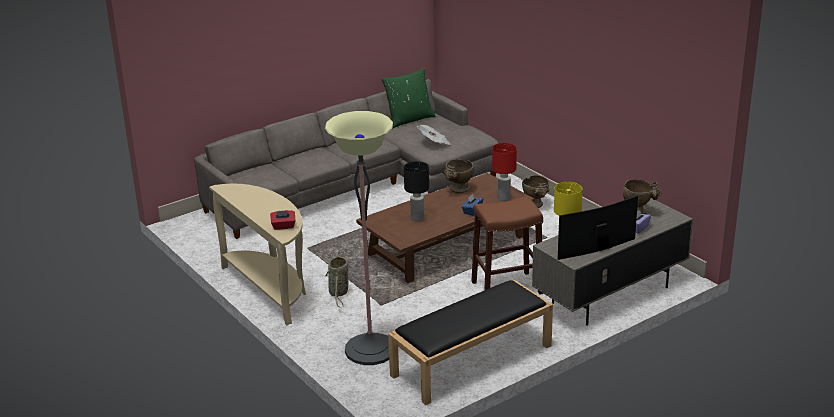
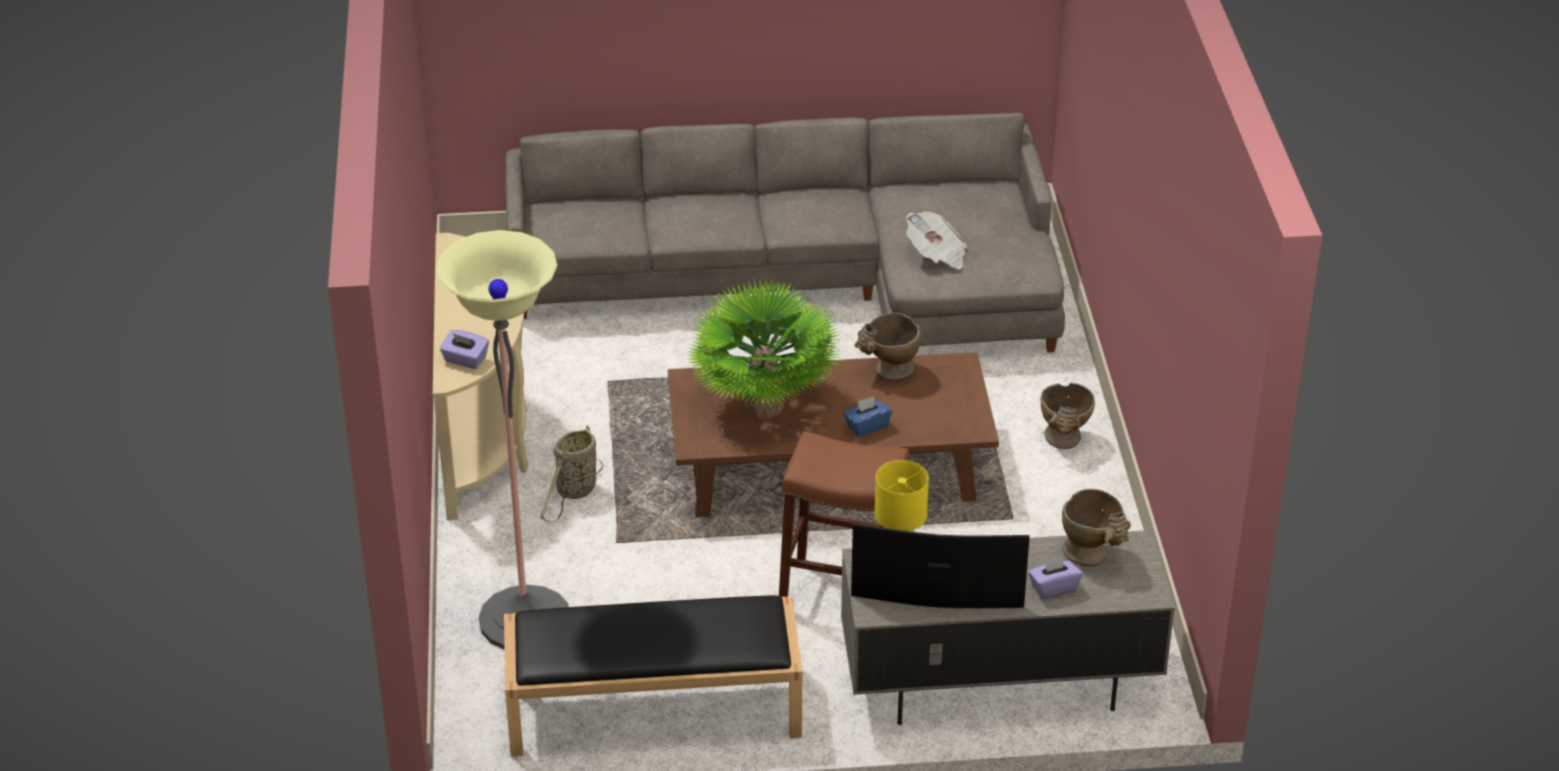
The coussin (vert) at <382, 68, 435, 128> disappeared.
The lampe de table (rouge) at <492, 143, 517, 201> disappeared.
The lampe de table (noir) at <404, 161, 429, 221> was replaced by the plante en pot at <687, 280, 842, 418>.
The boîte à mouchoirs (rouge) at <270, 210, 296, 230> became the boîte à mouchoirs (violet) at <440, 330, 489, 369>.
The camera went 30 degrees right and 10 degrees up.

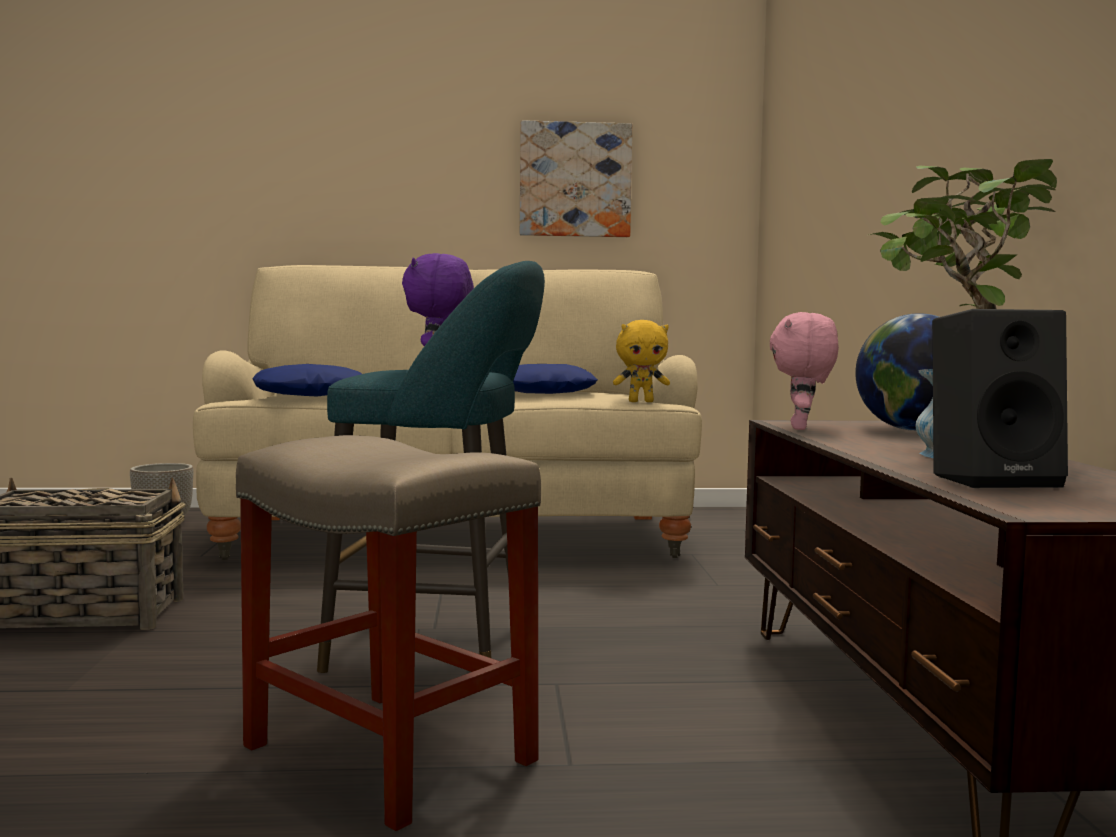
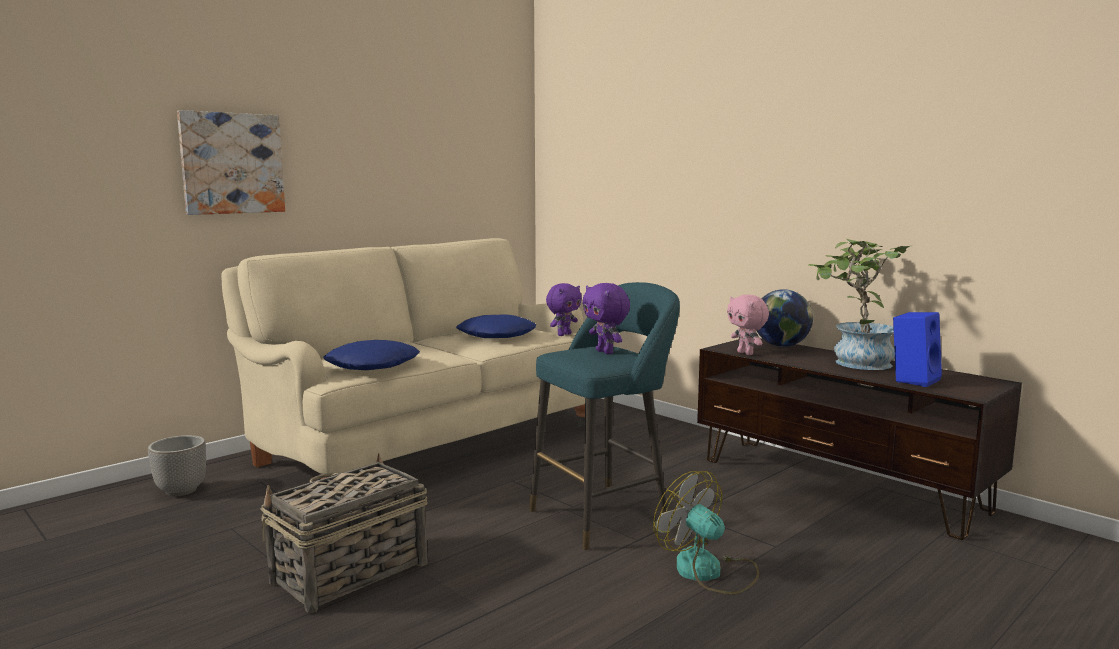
The tableau moved from <520, 120, 632, 237> to <177, 110, 285, 215>.
The tabouret (beige) at <236, 435, 541, 831> was replaced by the ventilateur at <653, 471, 759, 594>.
The peluche (jaune) at <613, 320, 670, 402> became the peluche (violet) at <546, 283, 582, 336>.
The enceinte (noir) at <932, 309, 1068, 488> became the enceinte (bleu) at <893, 312, 942, 387>.
The camera went 40 degrees left and 5 degrees up.

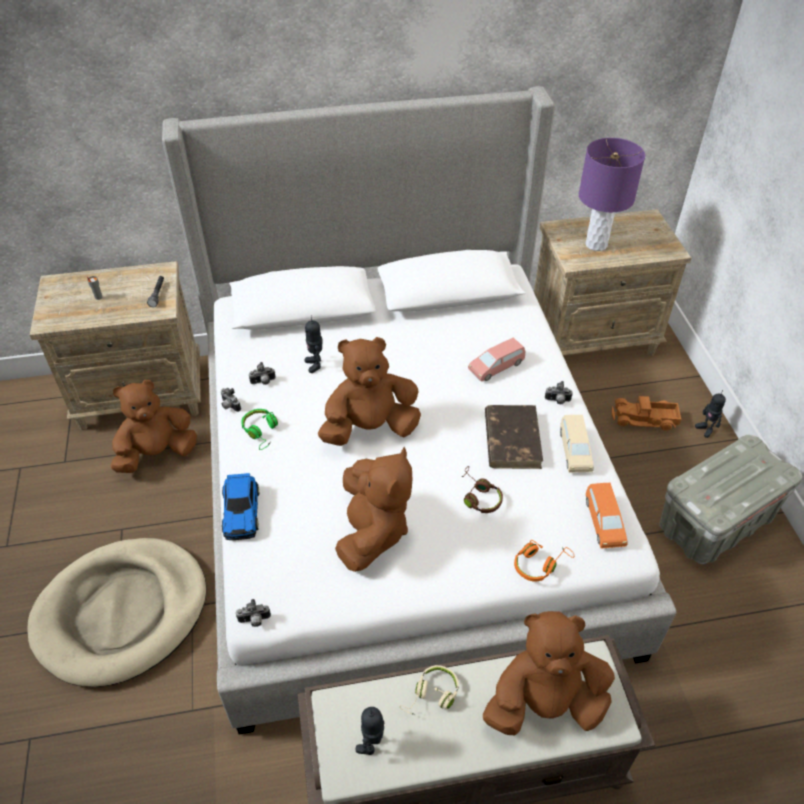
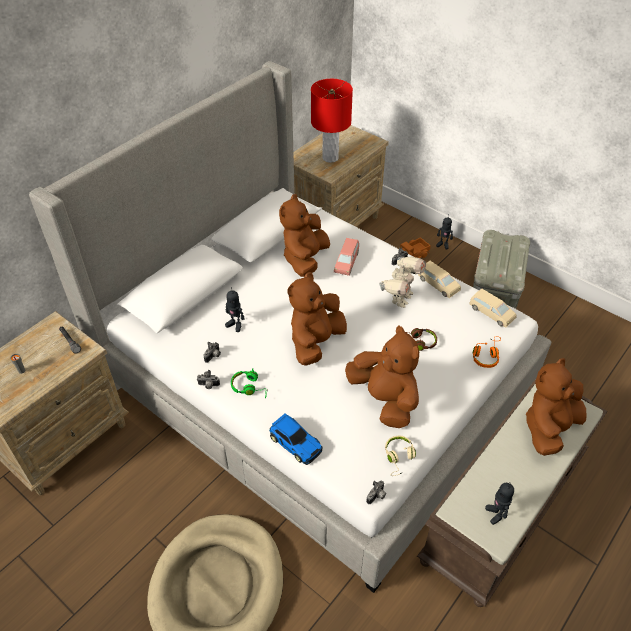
The peluche (marron) moved from <110, 380, 197, 473> to <279, 194, 330, 277>.
The casque audio (beige) moved from <399, 665, 459, 715> to <385, 436, 416, 476>.
The livre (marron) at <485, 405, 543, 469> was replaced by the robot jouet at <379, 257, 426, 308>.
The lampe de table (violet) at <579, 138, 645, 251> became the lampe de table (rouge) at <311, 79, 353, 163>.
The petite voiture (orange) at <586, 483, 628, 549> became the petite voiture (beige) at <469, 289, 517, 328>.
The camera went 40 degrees left and 0 degrees up.

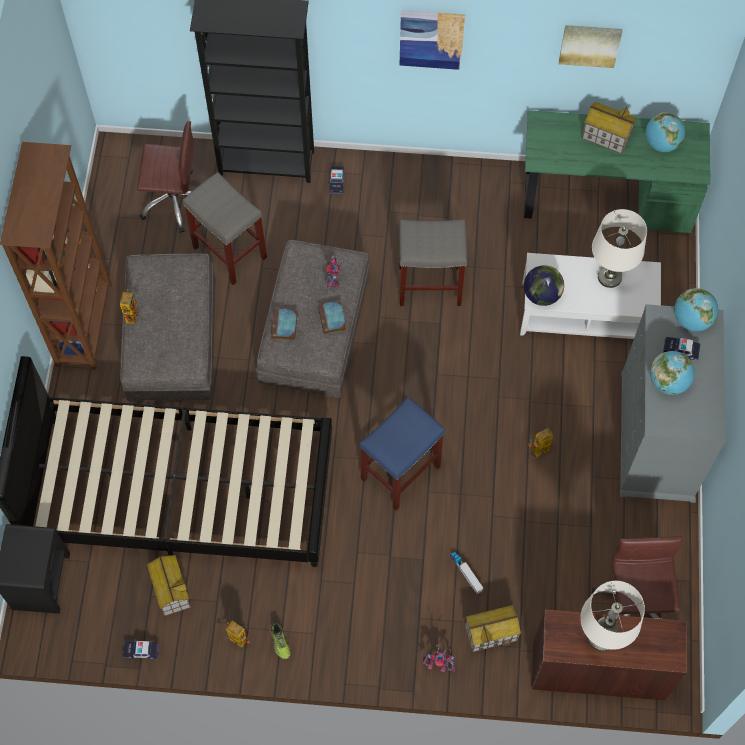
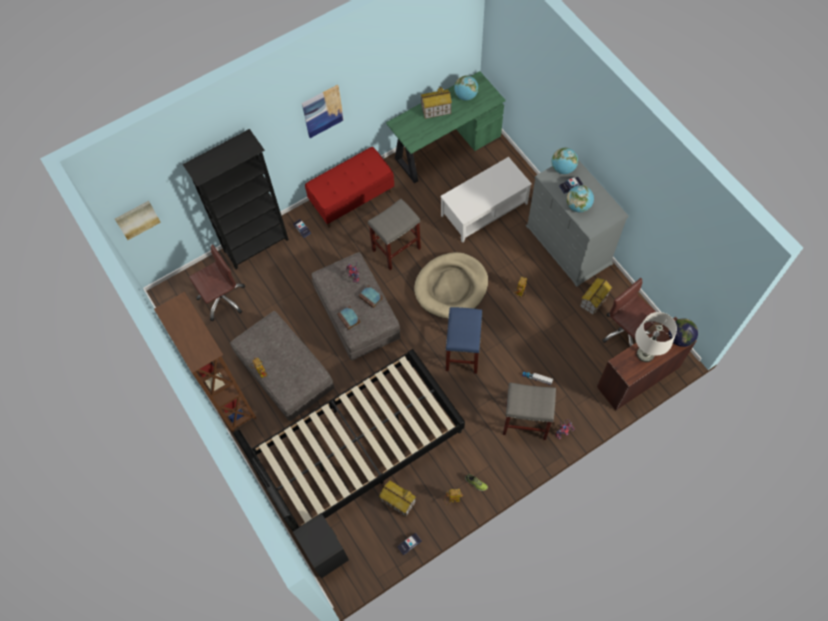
The lampe de table (blanc) at <592, 209, 647, 288> disappeared.
The banc (rouge) at <305, 147, 394, 228> appeared.
The panier pour chien (beige) at <414, 252, 488, 319> appeared.
The tabouret (gris) moved from <183, 172, 267, 285> to <503, 383, 556, 440>.
The maison miniature moved from <465, 605, 521, 652> to <580, 278, 612, 315>.
The globe moved from <524, 265, 564, 306> to <669, 318, 698, 347>.
The tableau moved from <559, 25, 622, 68> to <115, 201, 161, 240>.
The camera went 35 degrees left and 0 degrees up.

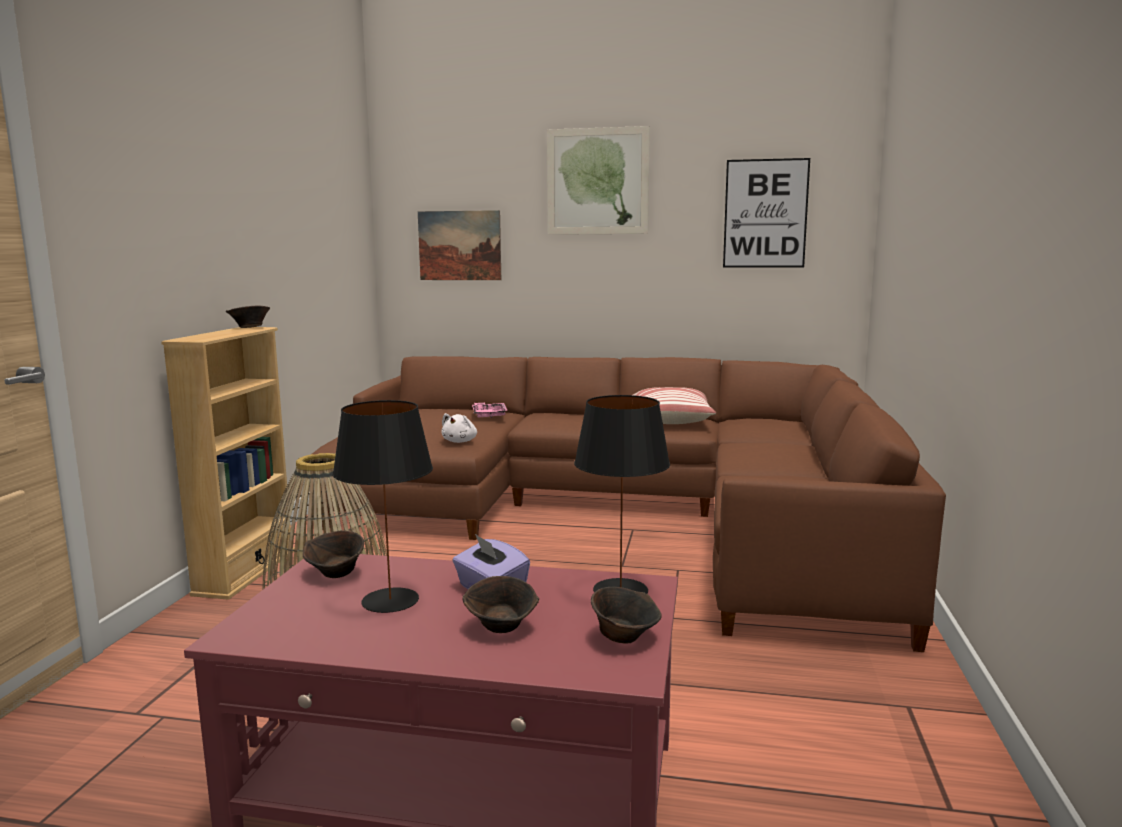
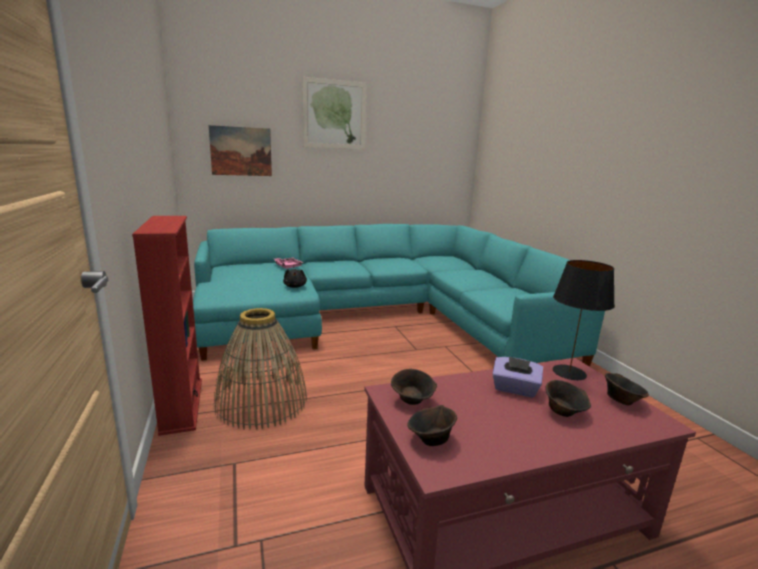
The lampe de table (noir) at <332, 400, 433, 613> disappeared.
The coussin at <633, 387, 716, 424> disappeared.
The tableau at <723, 158, 810, 267> disappeared.
The bol (marron) moved from <226, 305, 270, 328> to <407, 405, 457, 446>.
The bibliothèque (beige) at <161, 327, 295, 600> became the bibliothèque (rouge) at <132, 216, 202, 436>.
The canapé (marron) at <312, 356, 946, 652> became the canapé (turquoise) at <193, 224, 605, 367>.
The peluche (blanc) at <441, 413, 477, 443> became the peluche (noir) at <283, 269, 307, 288>.
The camera went 30 degrees left and 5 degrees up.

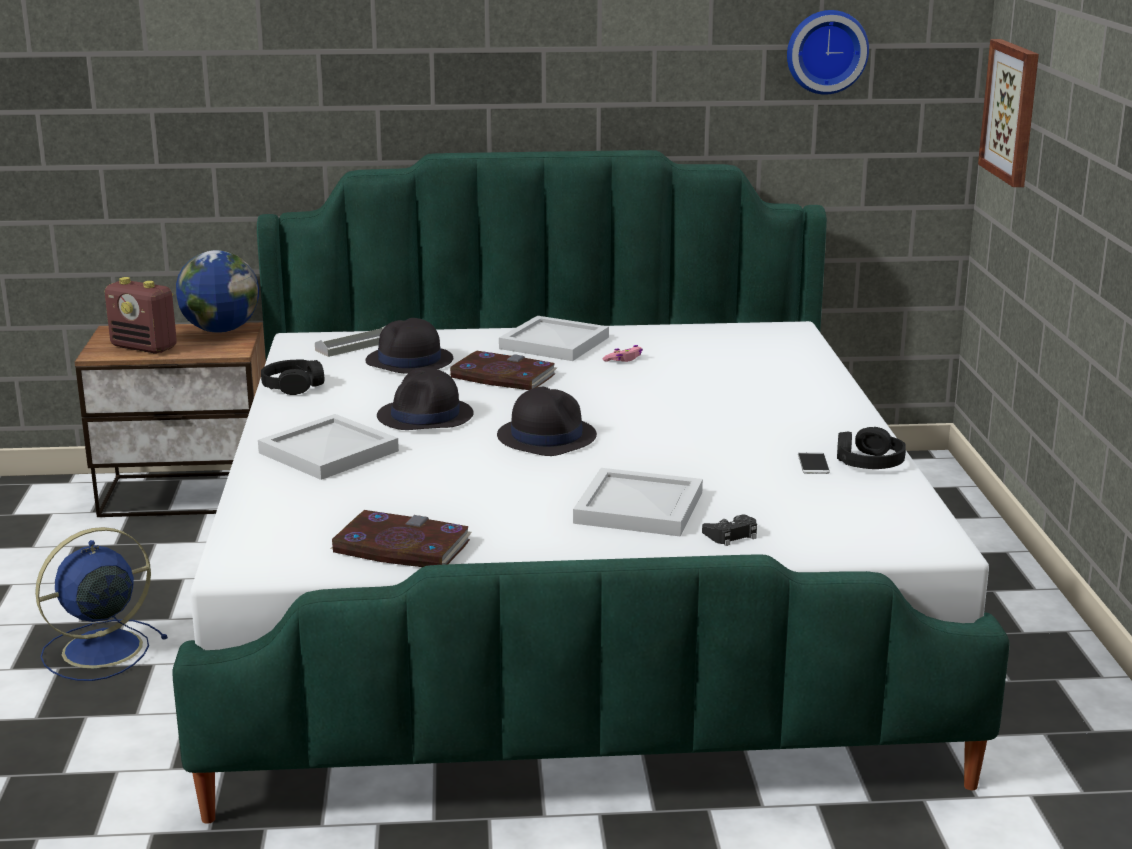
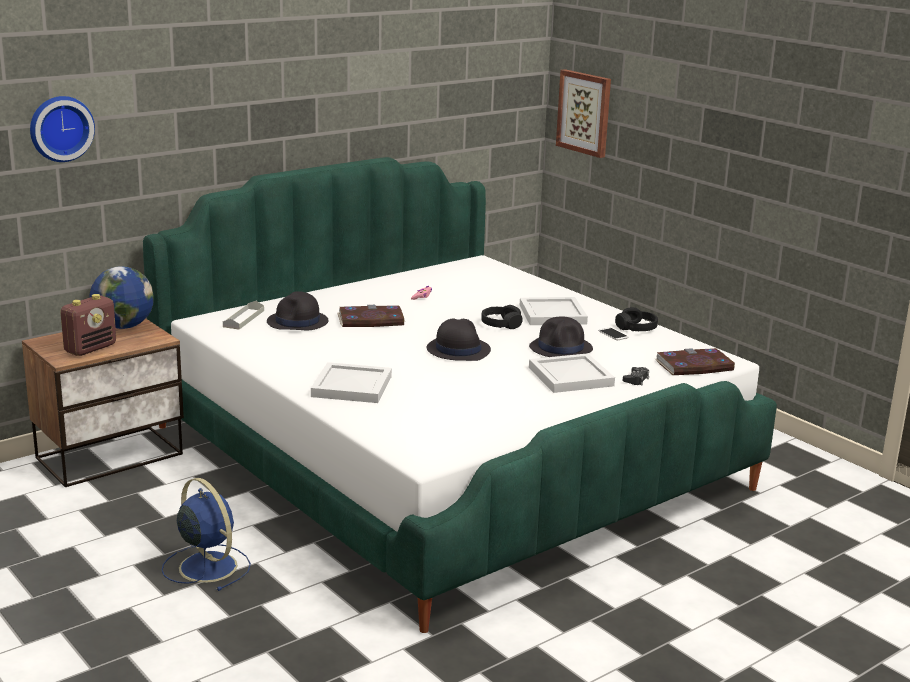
The casque audio (noir) moved from <261, 359, 324, 395> to <481, 305, 523, 329>.
The livre moved from <331, 510, 472, 567> to <655, 348, 735, 375>.
The chapeau (noir) moved from <377, 368, 474, 430> to <529, 316, 593, 357>.
The plateau (blanc) moved from <499, 316, 609, 361> to <520, 297, 588, 325>.
The horloge murale moved from <787, 10, 869, 95> to <30, 96, 95, 162>.
The ventilateur (bleu) at <35, 527, 168, 681> turned 120 degrees clockwise.
The radio at <105, 277, 177, 354> turned 45 degrees counterclockwise.
The camera went 35 degrees left and 0 degrees up.

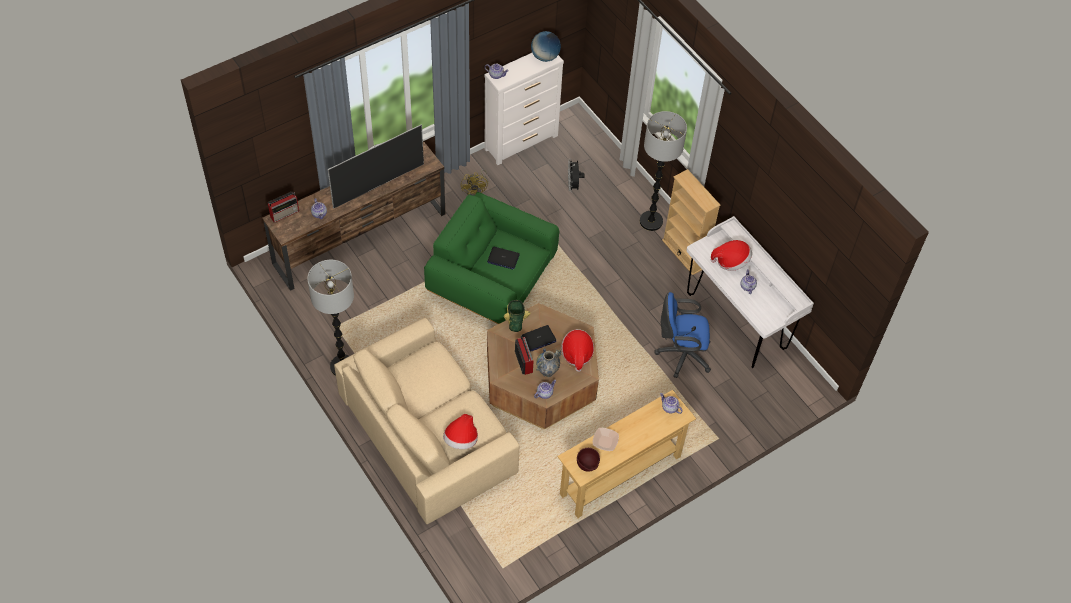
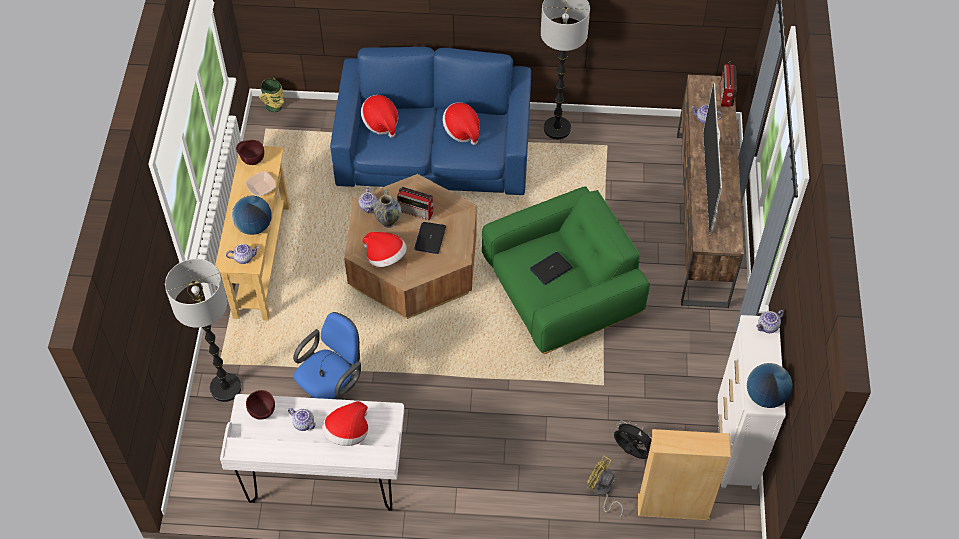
The globe at <232, 195, 272, 235> appeared.
The bol (marron) at <246, 390, 275, 420> appeared.
The chapeau at <443, 102, 480, 145> appeared.
The ventilateur (jaune) moved from <461, 169, 489, 196> to <587, 456, 623, 518>.
The vase moved from <504, 300, 530, 332> to <259, 78, 284, 112>.
The lampadaire moved from <640, 111, 687, 231> to <165, 259, 242, 402>.
The bibliothèque (beige) moved from <662, 169, 721, 275> to <638, 429, 731, 520>.
The canapé (beige) at <334, 318, 519, 524> became the canapé (bleu) at <330, 47, 531, 195>.
The camera went 130 degrees right and 0 degrees up.

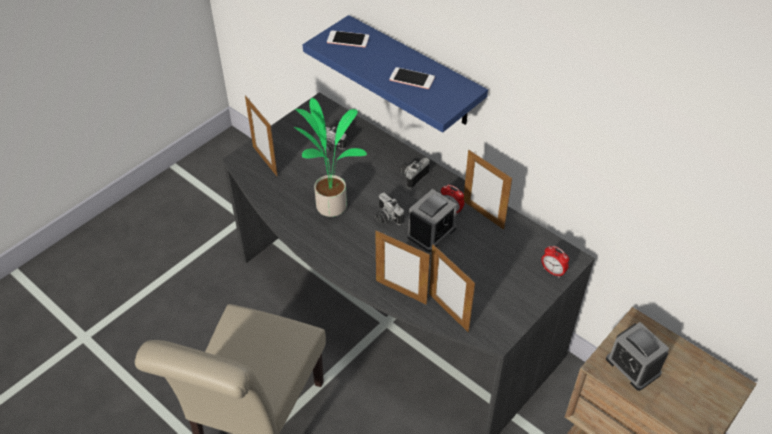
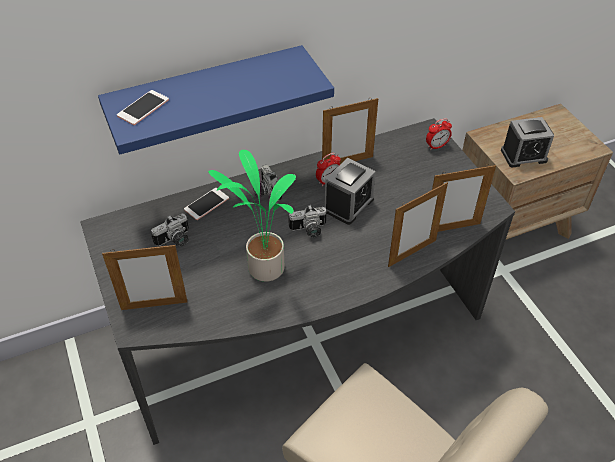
The téléphone moved from <389, 67, 435, 89> to <184, 188, 229, 220>.
The réveil at <407, 189, 457, 252> turned 60 degrees clockwise.
The camera went 65 degrees left and 0 degrees up.

